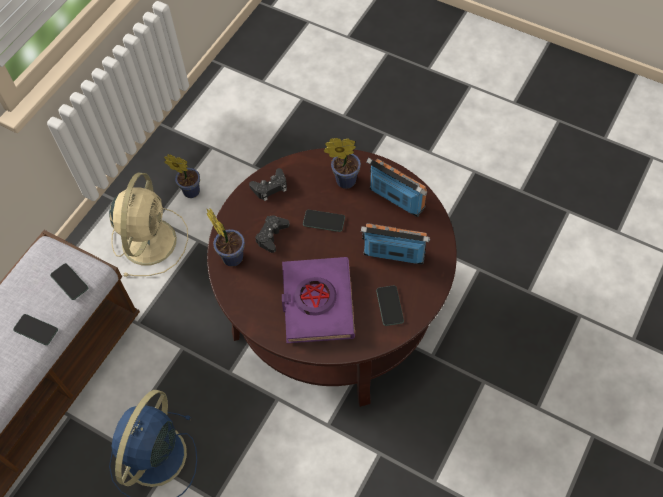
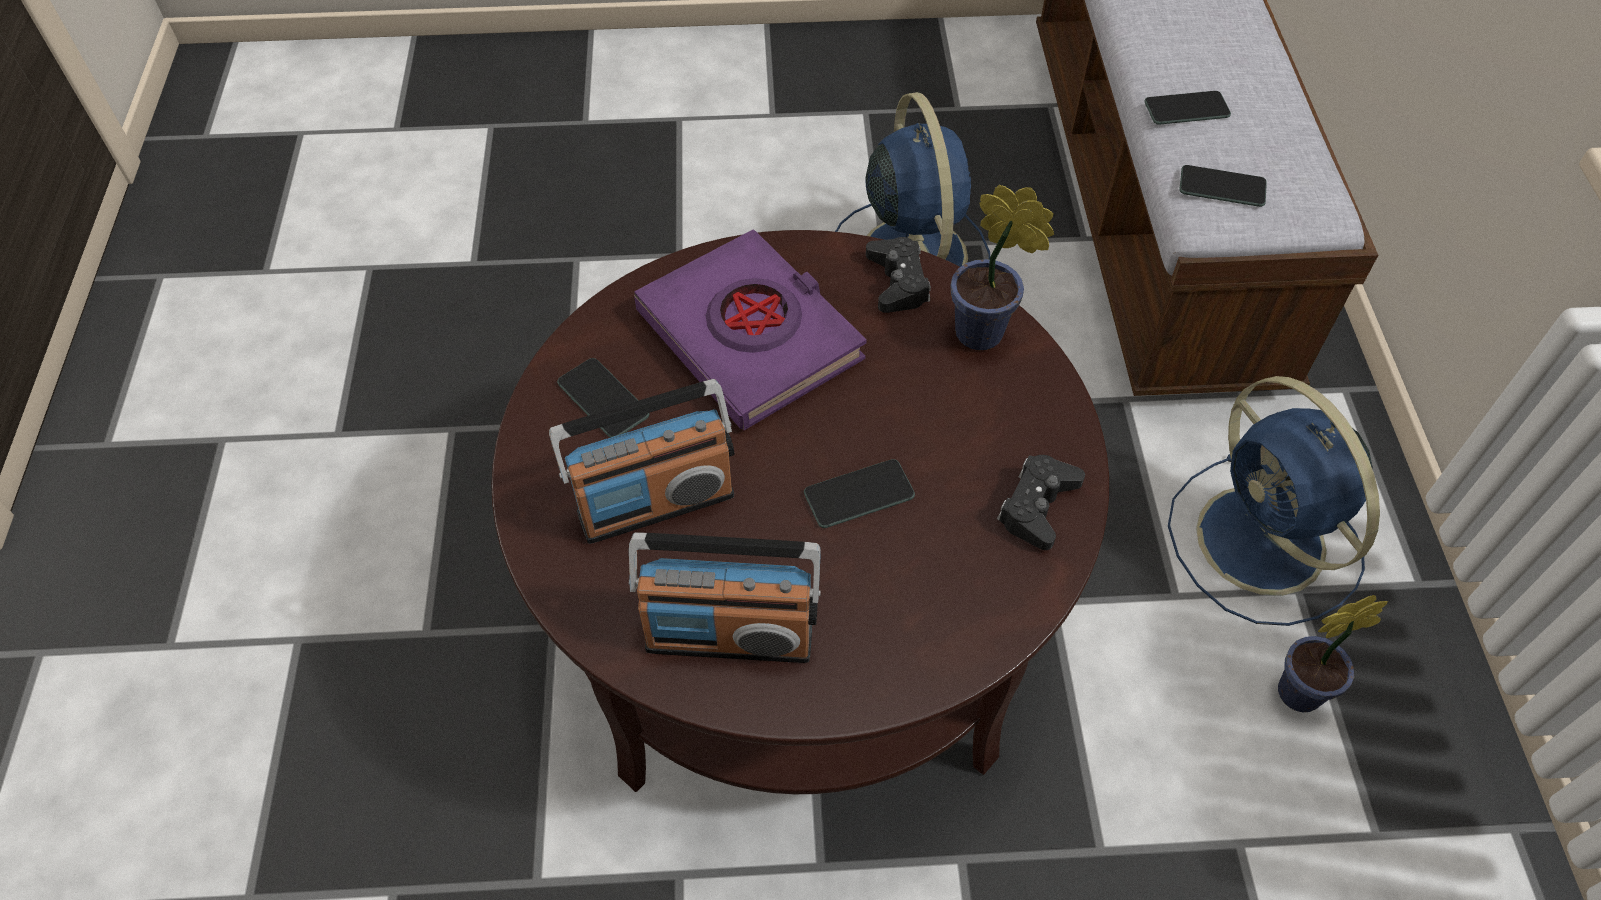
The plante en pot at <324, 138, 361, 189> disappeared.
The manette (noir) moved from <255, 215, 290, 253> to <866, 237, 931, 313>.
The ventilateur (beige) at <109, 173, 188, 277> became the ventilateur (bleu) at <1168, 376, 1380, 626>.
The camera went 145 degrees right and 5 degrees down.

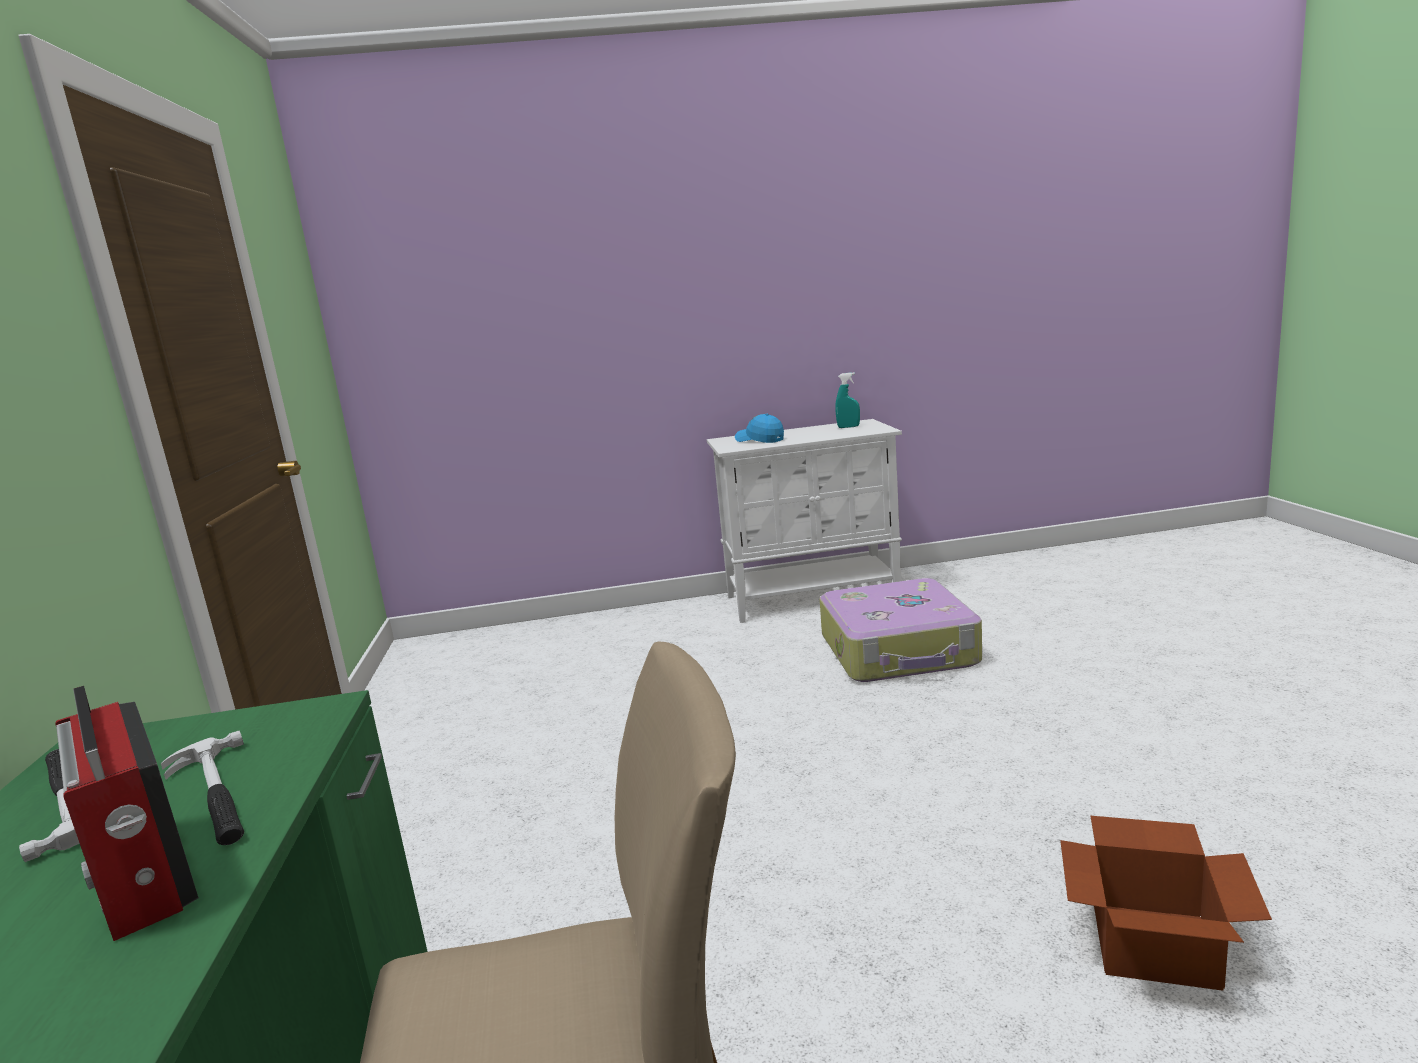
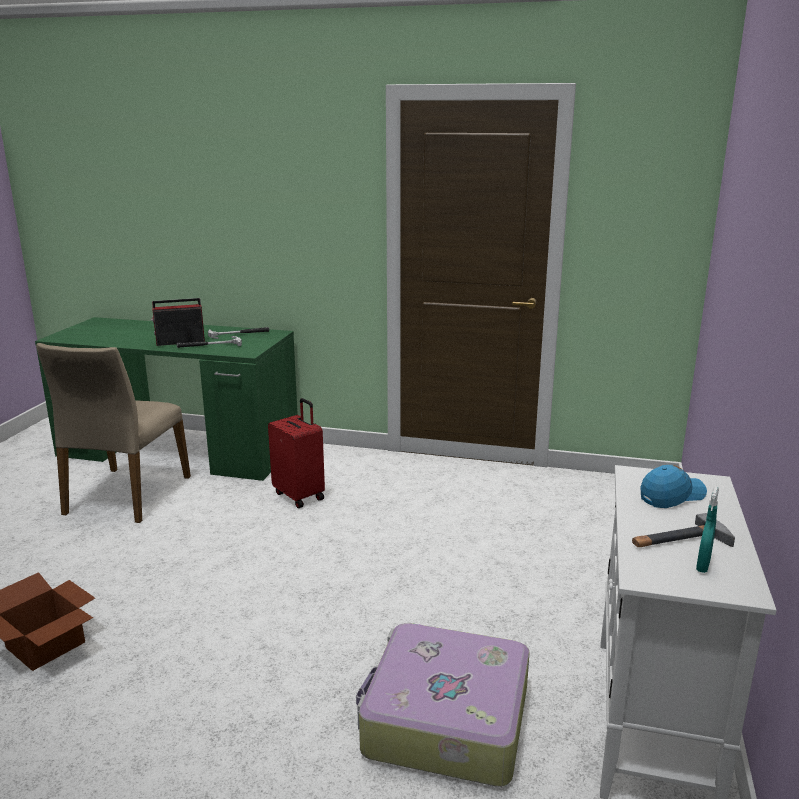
The valise (rouge) at <268, 398, 325, 508> appeared.
The marteau at <632, 513, 735, 547> appeared.
The camera went 110 degrees right and 5 degrees up.

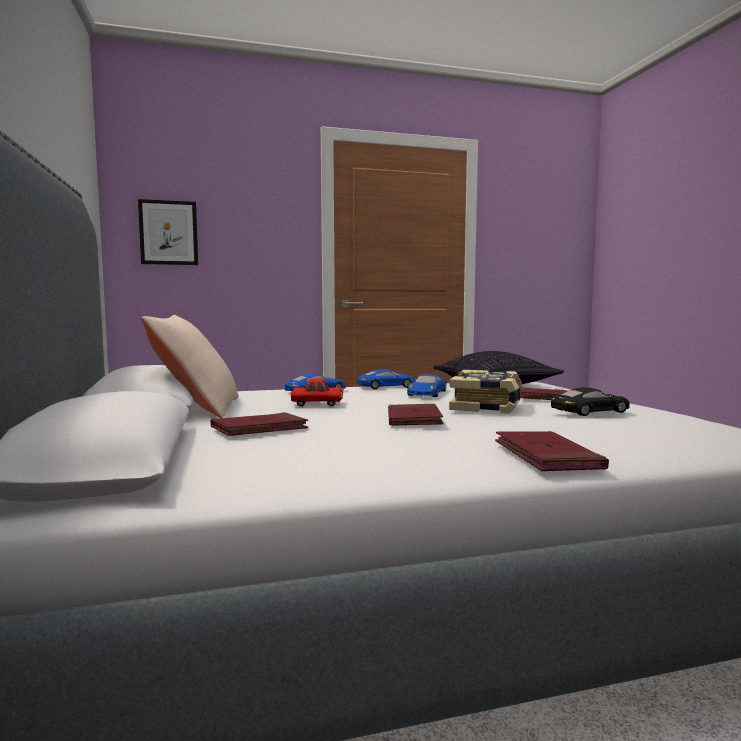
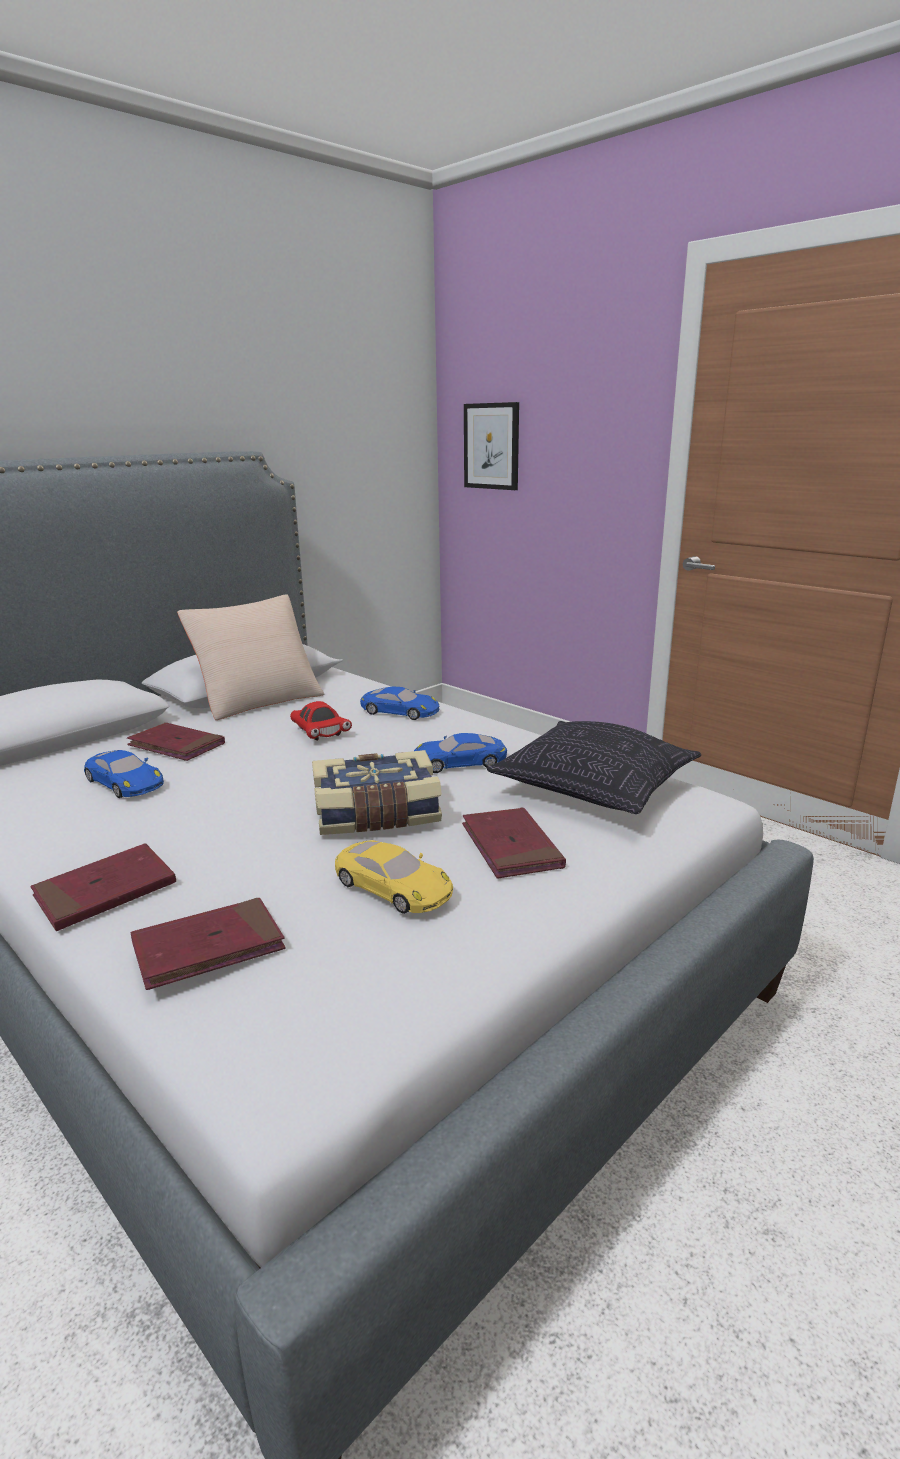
The petite voiture (bleu) moved from <357, 369, 415, 389> to <84, 750, 164, 798>.
The livre (rouge) moved from <388, 404, 444, 426> to <131, 898, 285, 990>.
The petite voiture (noir) at <551, 387, 630, 416> became the petite voiture (jaune) at <335, 840, 453, 914>.
The camera went 60 degrees right and 15 degrees up.

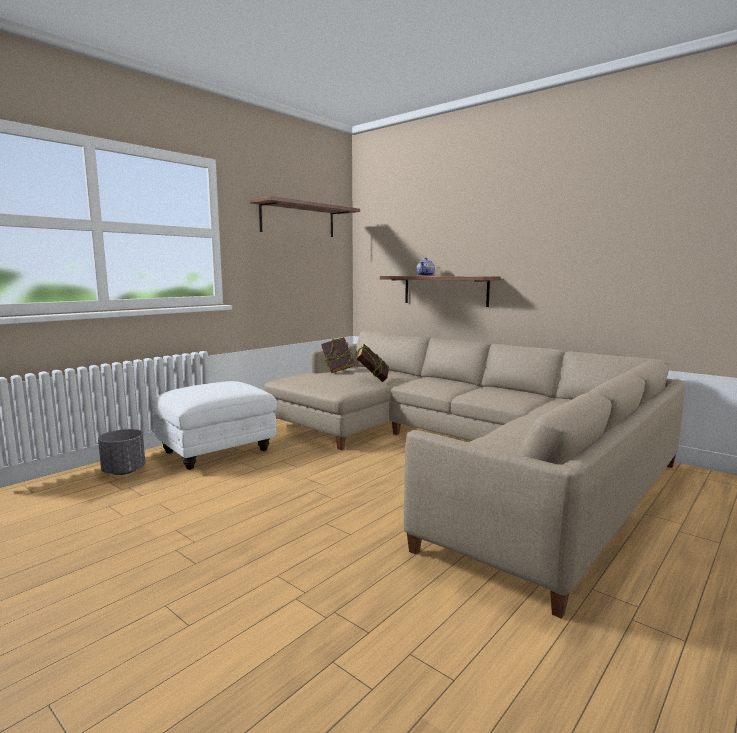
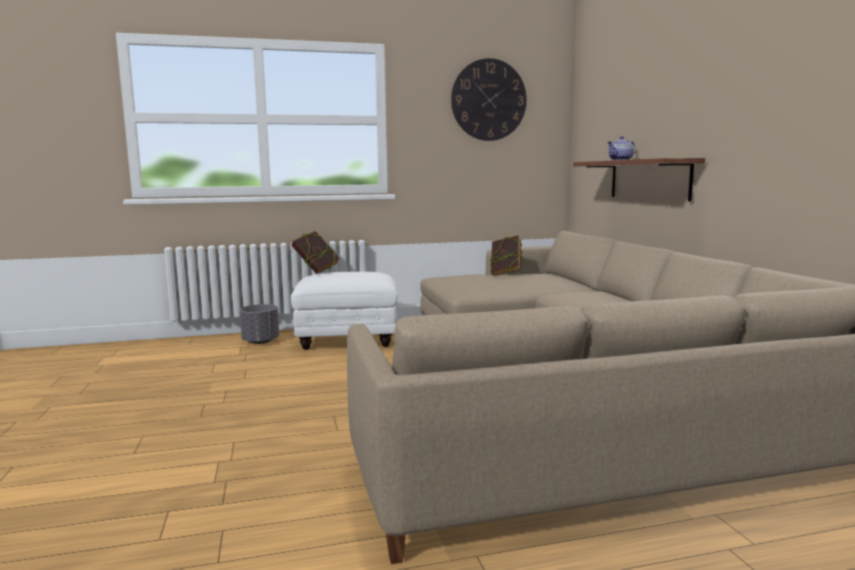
The livre moved from <356, 344, 389, 382> to <291, 231, 340, 274>.
The étagère at <249, 196, 360, 237> was replaced by the horloge murale at <451, 58, 527, 141>.
The camera went 35 degrees right and 0 degrees up.

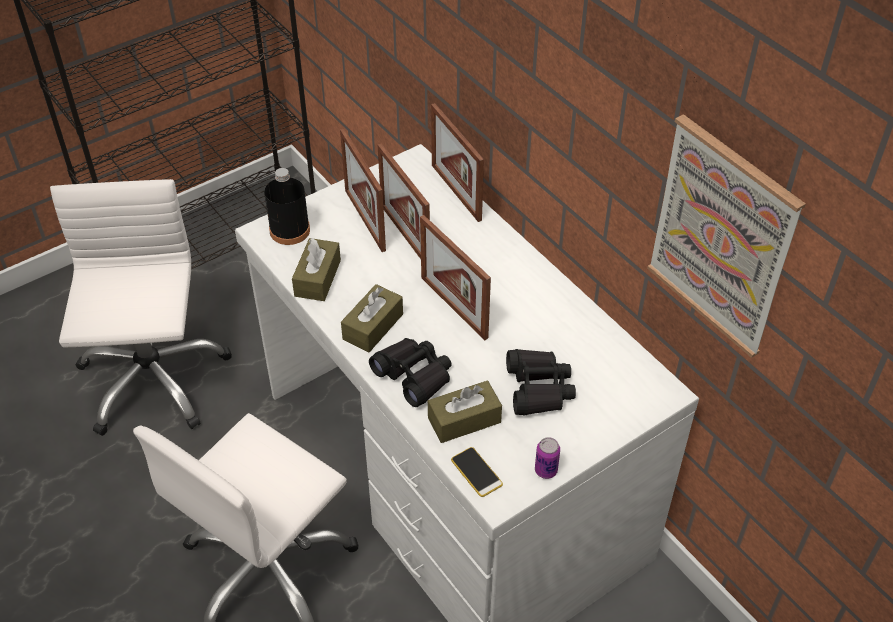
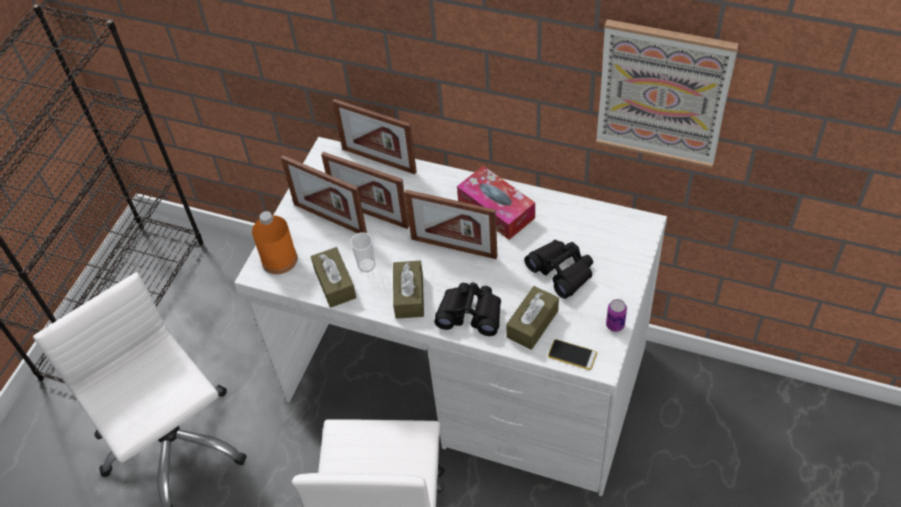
The tasse at <350, 232, 375, 272> appeared.
The boîte à mouchoirs at <457, 166, 535, 240> appeared.
The bouteille (noir) at <264, 168, 310, 245> became the bouteille (orange) at <252, 211, 298, 274>.
The camera went 30 degrees left and 5 degrees up.

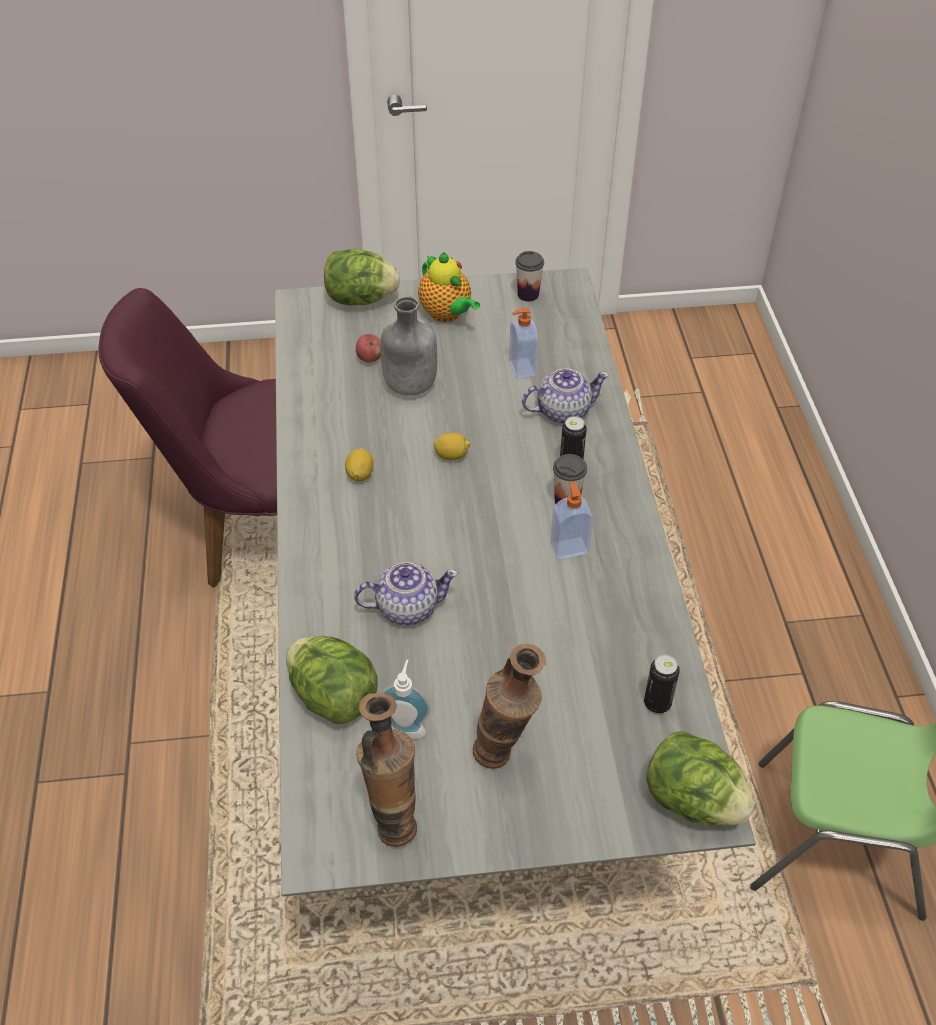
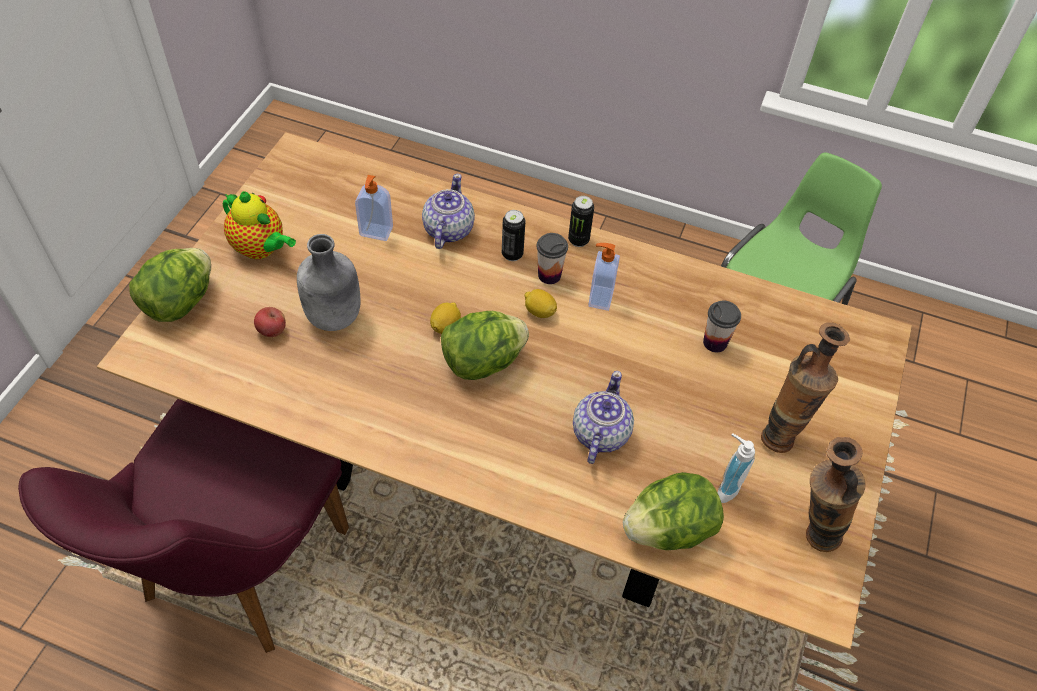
The citron moved from <345, 448, 374, 481> to <524, 289, 557, 318>.
The tasse moved from <515, 251, 544, 302> to <703, 300, 741, 352>.
The boîte métallique moved from <644, 655, 680, 713> to <568, 196, 594, 247>.
The laitue moved from <646, 731, 756, 825> to <441, 311, 529, 380>.
The table à manger (gris) at <275, 268, 756, 897> became the table à manger (marron) at <97, 132, 912, 650>.
The théière at <418, 252, 480, 322> turned 45 degrees clockwise.
The camera went 65 degrees left and 5 degrees up.

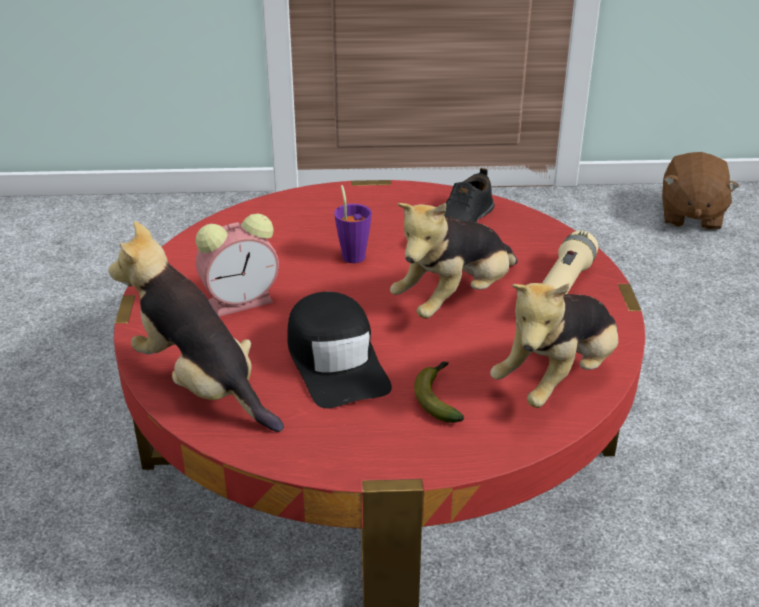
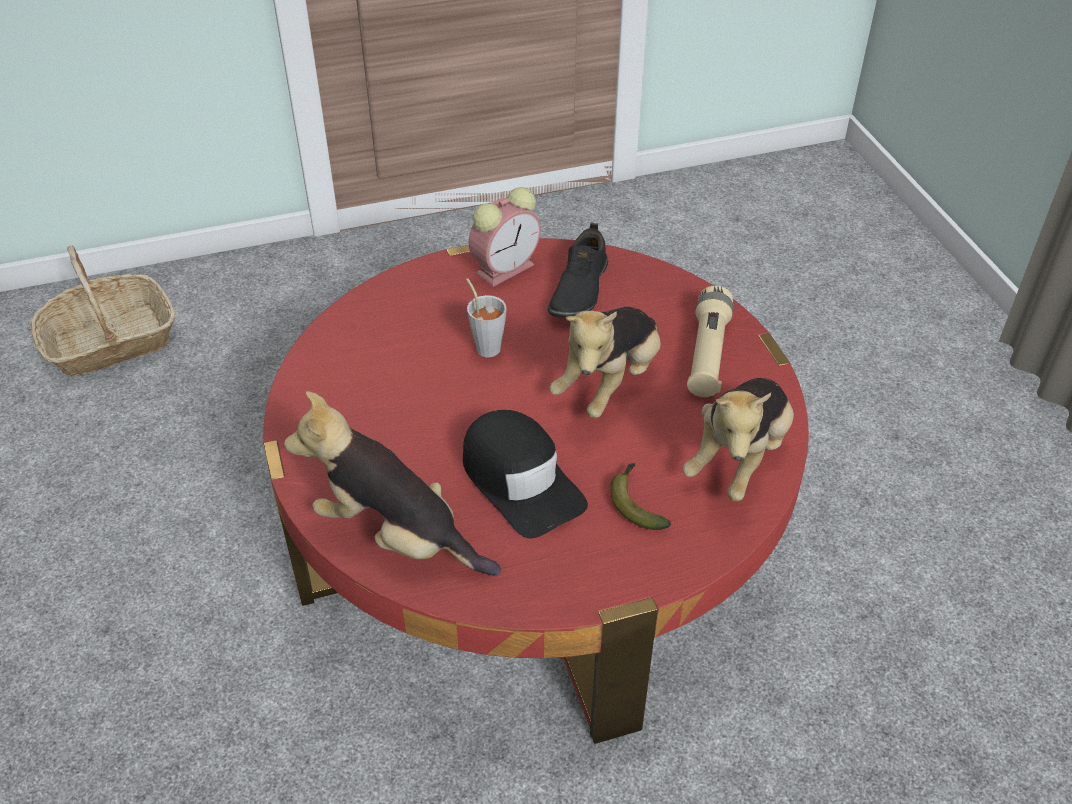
The peluche (marron) at <662, 152, 739, 231> disappeared.
The panier at <30, 245, 175, 377> appeared.
The réveil moved from <196, 214, 279, 317> to <468, 187, 541, 287>.
The tasse (violet) at <334, 185, 372, 263> became the tasse (gris) at <466, 278, 507, 358>.
The camera went 15 degrees left and 10 degrees up.

